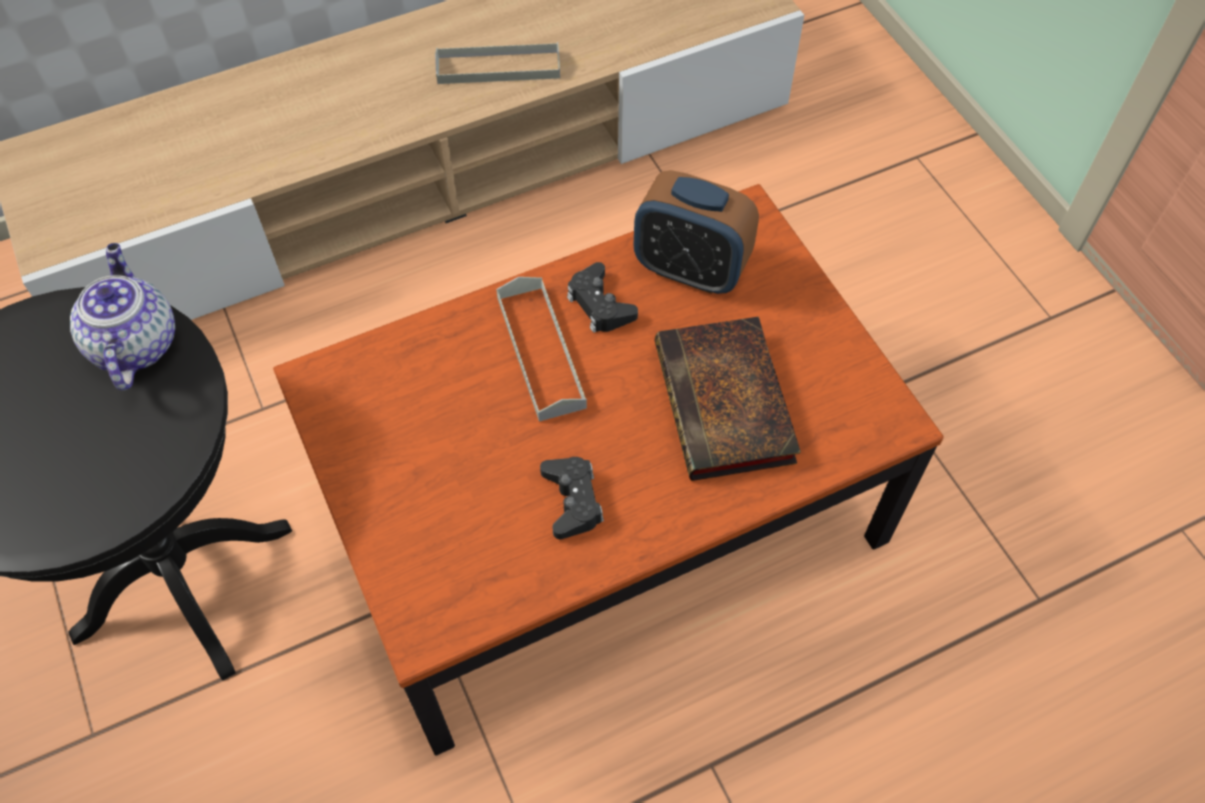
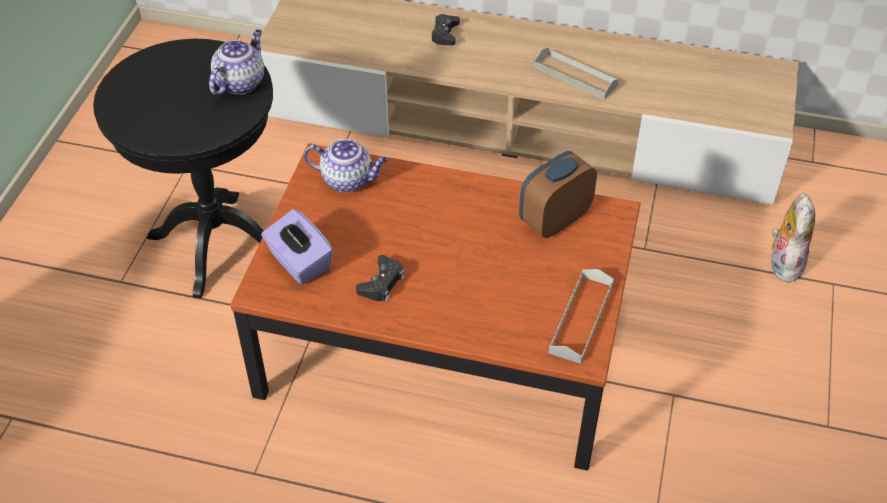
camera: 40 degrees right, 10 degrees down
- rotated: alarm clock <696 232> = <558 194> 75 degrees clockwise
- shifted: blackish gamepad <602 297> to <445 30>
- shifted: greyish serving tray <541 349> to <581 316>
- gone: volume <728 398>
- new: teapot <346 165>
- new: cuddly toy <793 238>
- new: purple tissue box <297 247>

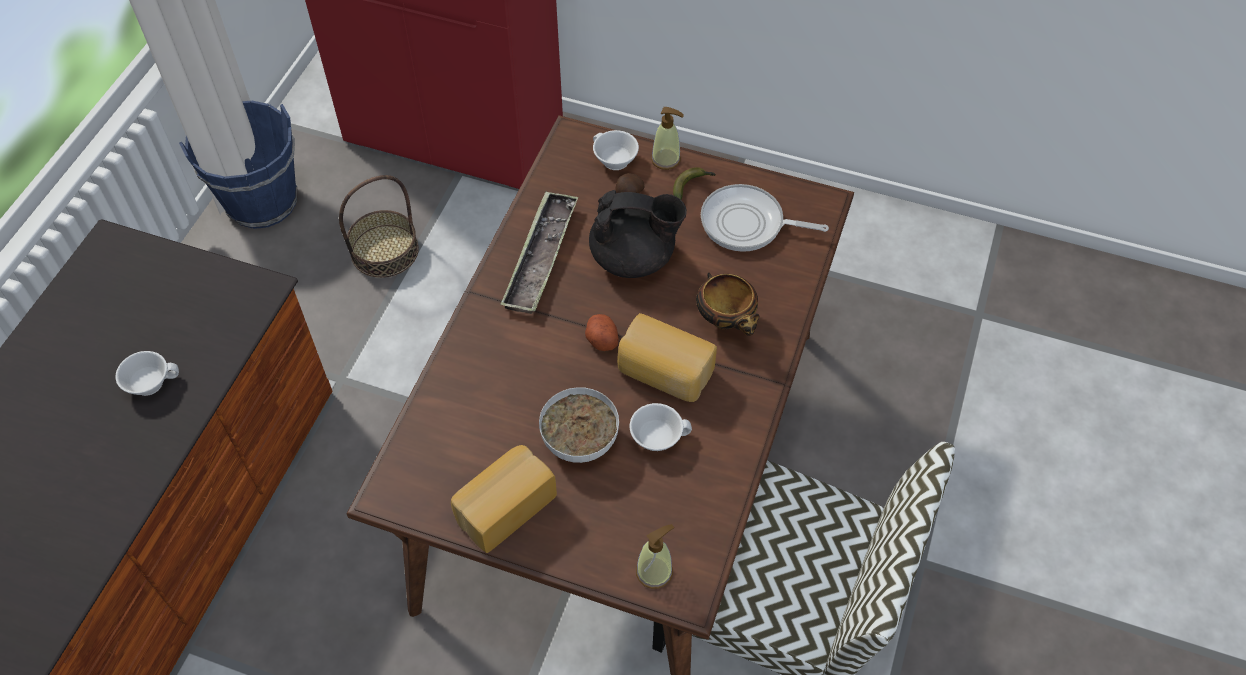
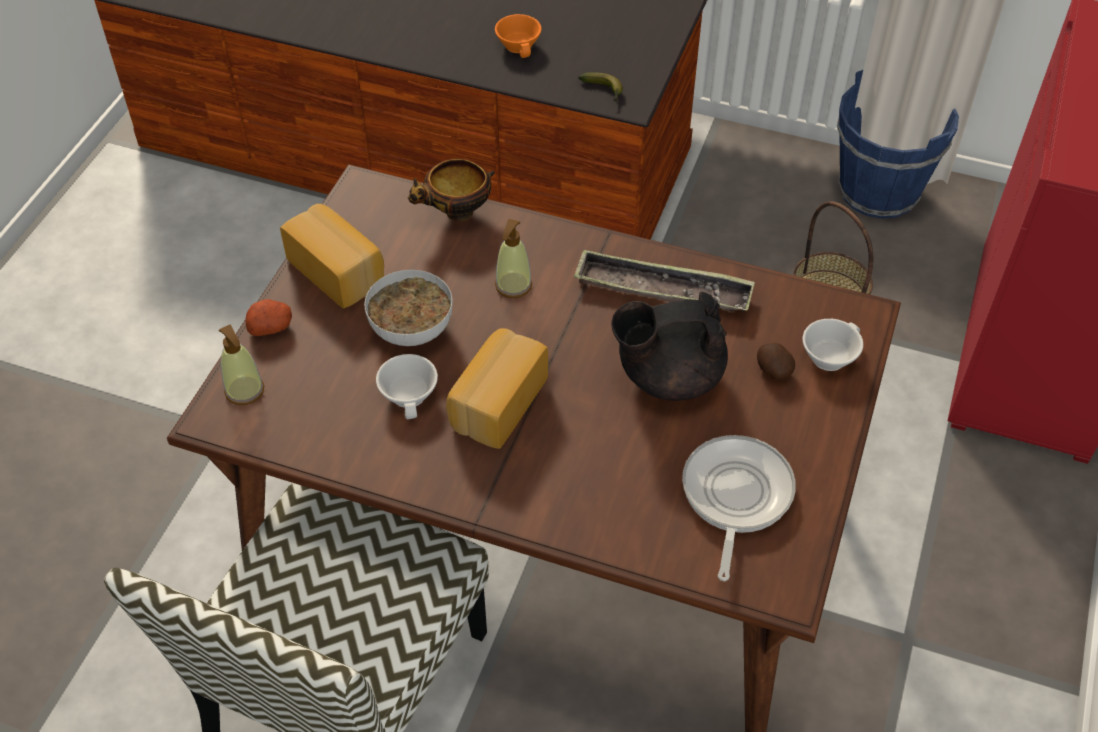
camera: 90 degrees right, 5 degrees down
- shifted: soap dispenser <667 138> to <513 258>
- shifted: whole banana <694 183> to <600 87>
- rotated: blackish teapot <638 234> = <669 346> 75 degrees clockwise
- shifted: bowl <727 304> to <451 190>
- shifted: spud <601 332> to <269 317>
- repainted: white-coloured small cup <147 373> to orange small cup <518 36>

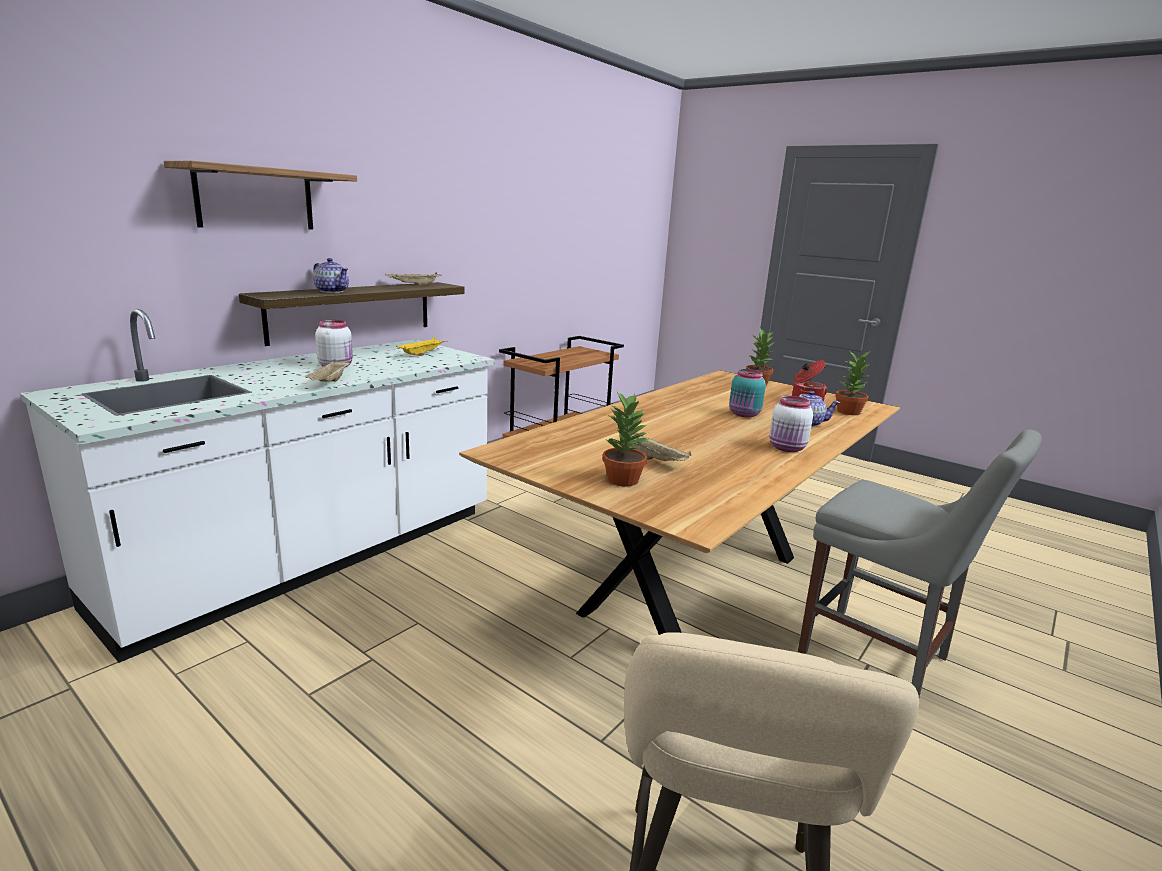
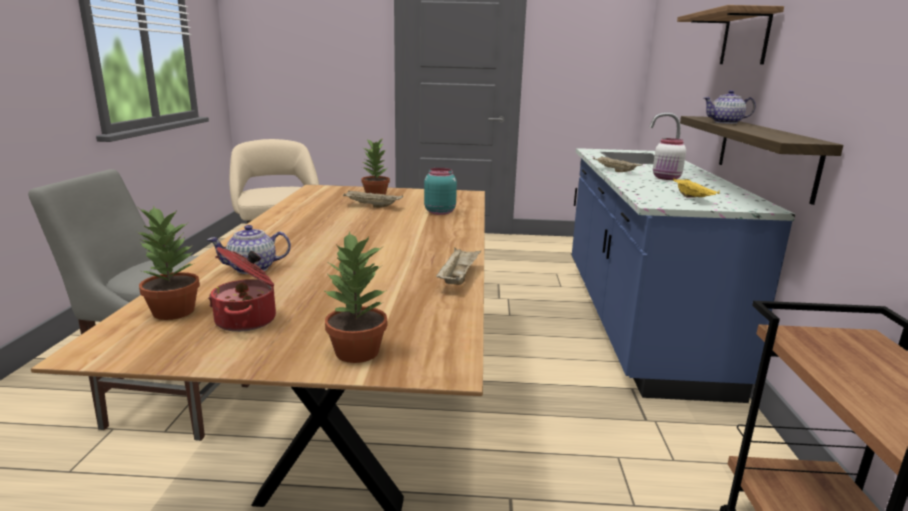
camera: 145 degrees right, 0 degrees up
- shifted: sand-coloured serving tray <413 279> to <458 266>
- repainted: white-coloured kitchen base unit <257 486> to bluish kitchen base unit <683 258>
- shifted: blue-green storage jar <747 393> to <440 191>
- gone: white-coloured storage jar <791 424>

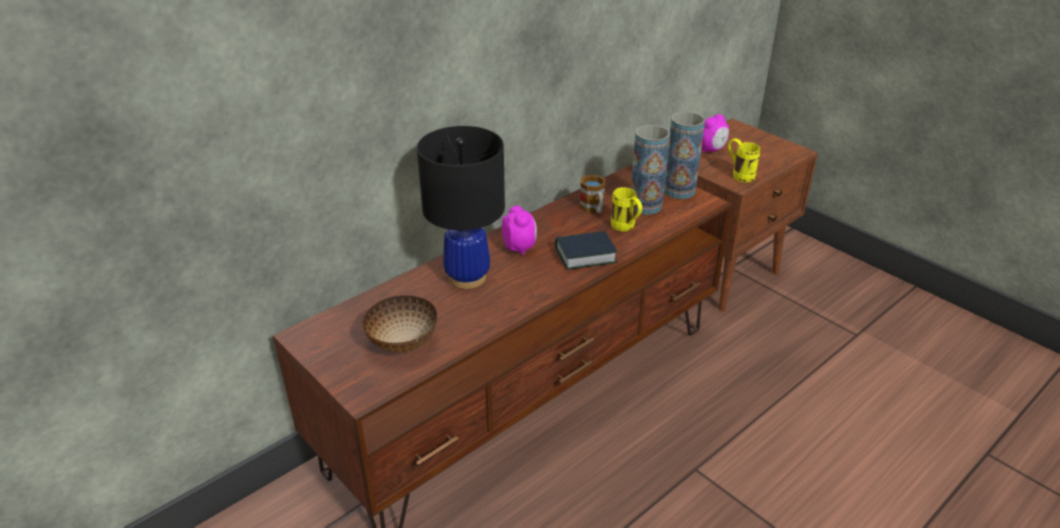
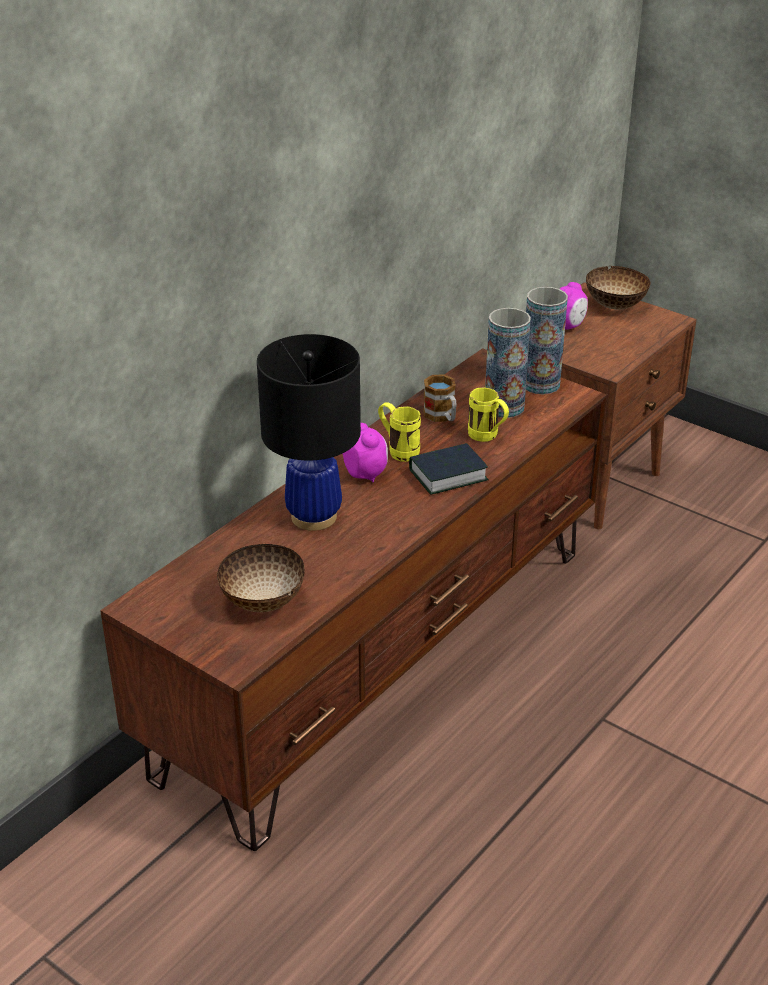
camera: 10 degrees left, 0 degrees up
- shifted: yellow tea mug <744 160> to <399 432>
- new: bowl <618 288>

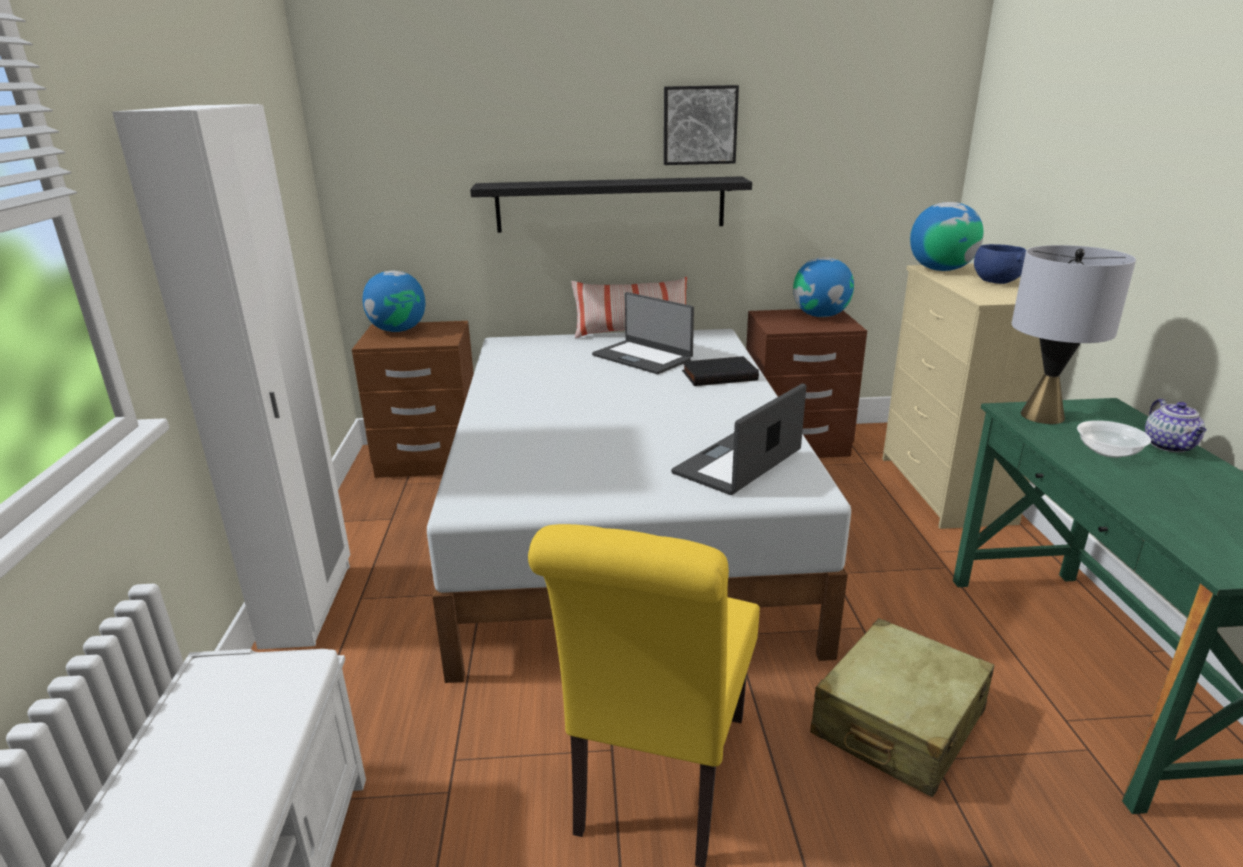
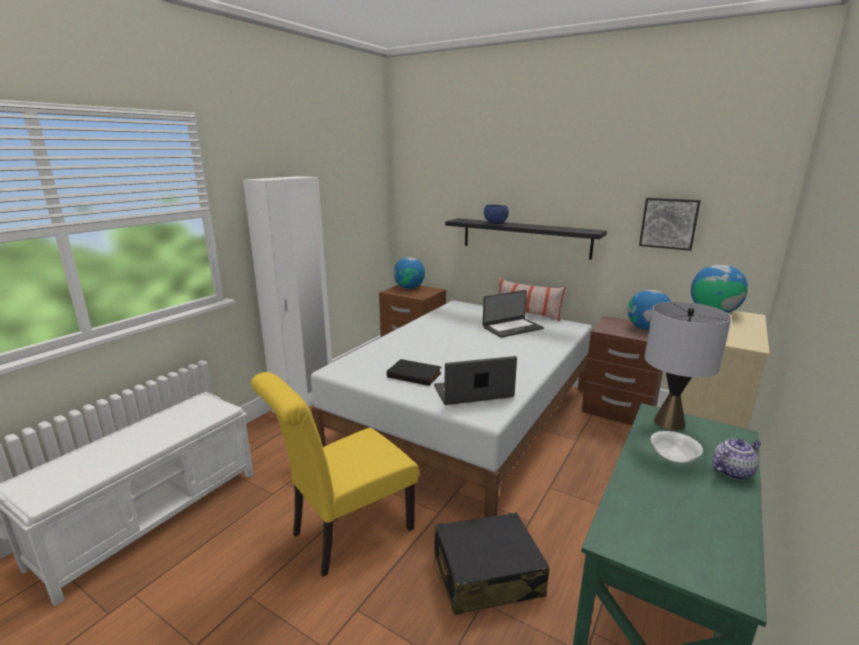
camera: 35 degrees right, 5 degrees down
- shifted: picture <701 125> to <670 224>
- shifted: bluish bowl <1000 264> to <496 214>
- rotated: portable computer <643 333> = <513 314> 105 degrees counterclockwise
- shifted: blackish volume <720 371> to <414 372>
- rotated: teapot <1176 425> = <736 459> 150 degrees counterclockwise
- repainted: sand-coloured piece of luggage <902 707> to blackish piece of luggage <491 563>

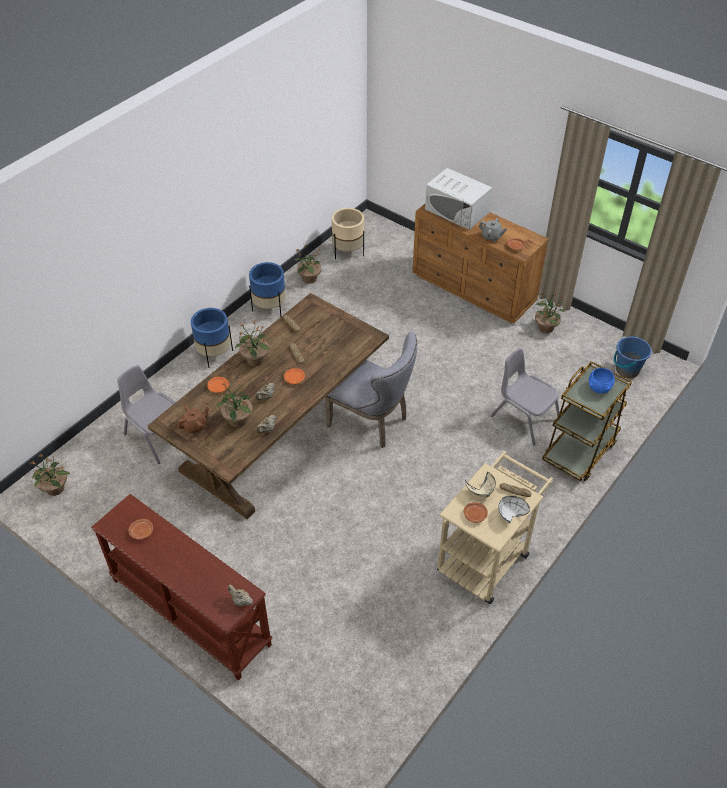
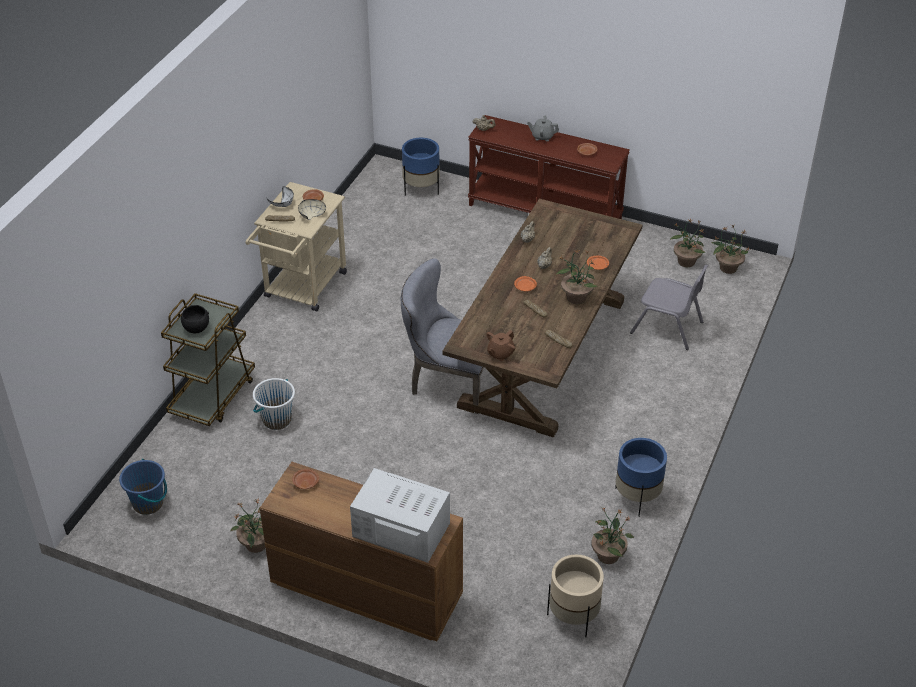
camera: 165 degrees right, 5 degrees down
- shifted: greyish teapot <493 230> to <543 128>
- shifted: bluish plant pot <212 337> to <421 167>
- swapped: greyish chair <525 396> to white-coloured bucket <274 404>
- repainted: bluish bowl <602 381> to blackish bowl <195 319>
- shifted: potted plant <234 403> to <688 242>
- shifted: brownish teapot <193 419> to <501 345>

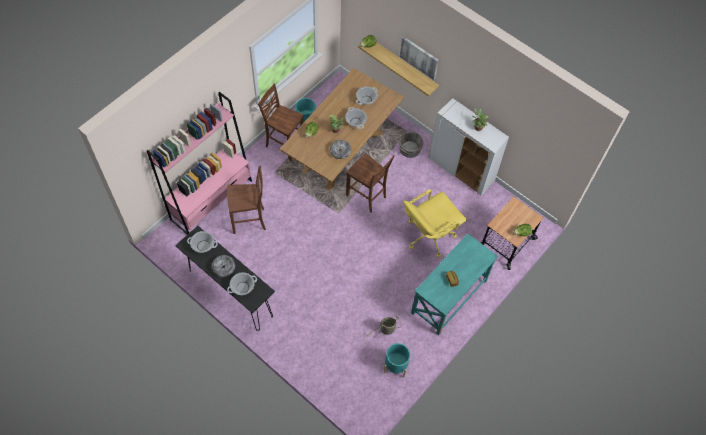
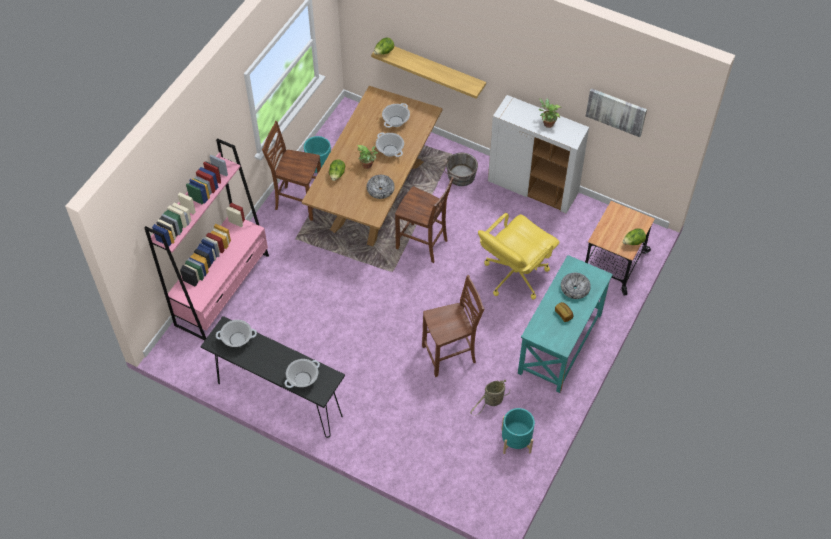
camera: 10 degrees left, 5 degrees down
- shifted: picture <419 58> to <616 112>
- shifted: brownish chair <246 199> to <453 326>
- shifted: bowl <223 266> to <576 286>

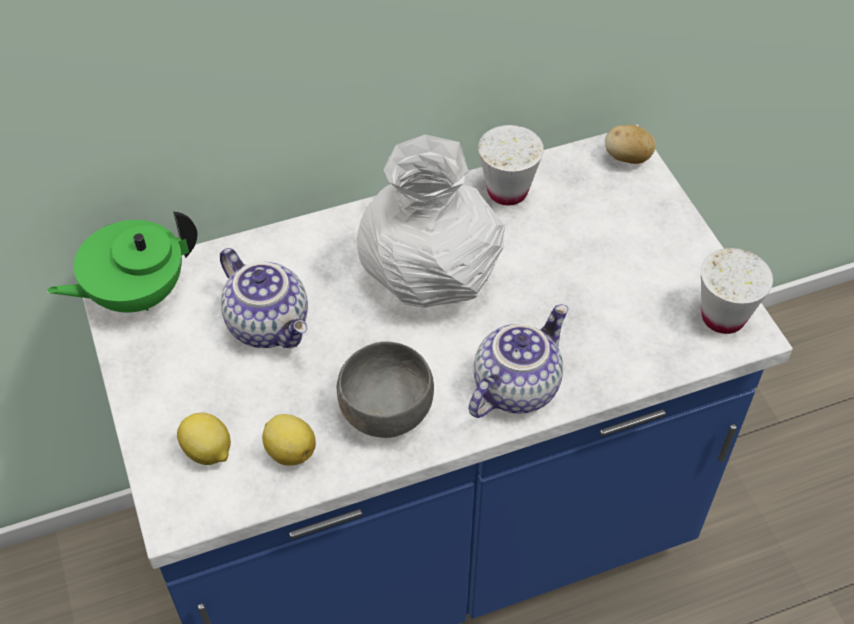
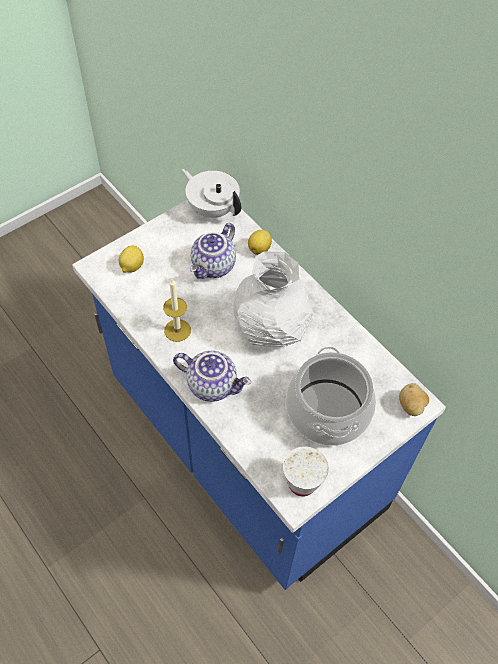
camera: 70 degrees right, 5 degrees up
- gone: white-coloured small cup <511 165>
- repainted: green teapot <122 262> to white-coloured teapot <211 193>
- swapped: greyish bowl <385 390> to candle <177 310>
- shifted: lemon <289 440> to <260 242>
- new: cooking pot <331 396>

